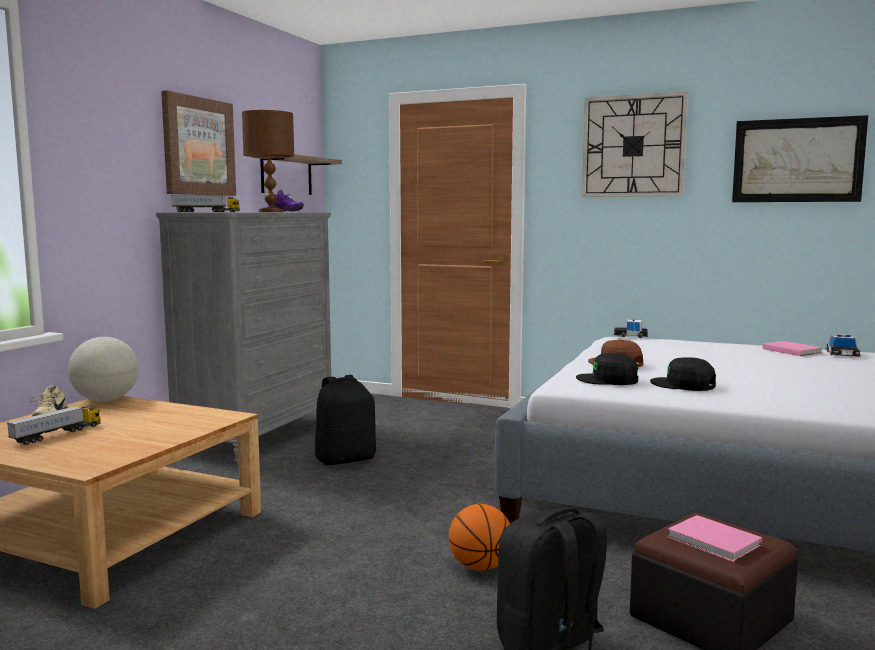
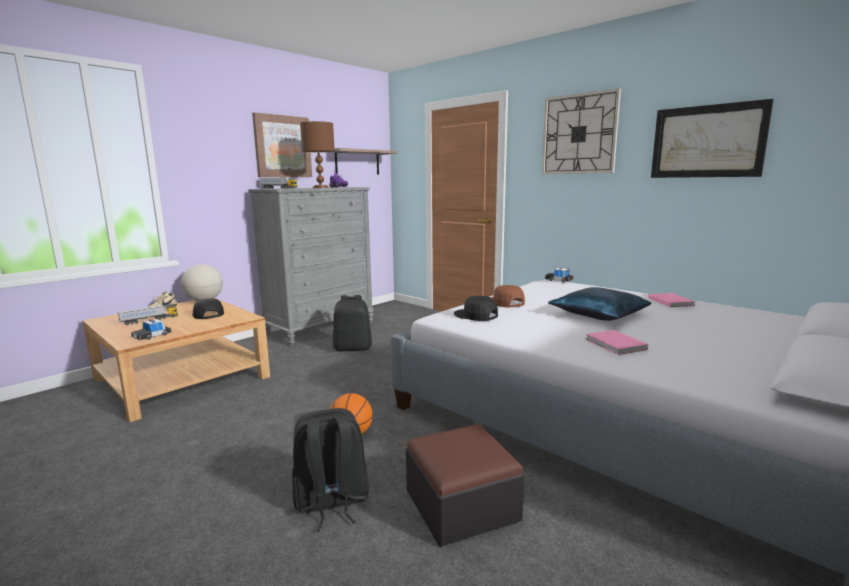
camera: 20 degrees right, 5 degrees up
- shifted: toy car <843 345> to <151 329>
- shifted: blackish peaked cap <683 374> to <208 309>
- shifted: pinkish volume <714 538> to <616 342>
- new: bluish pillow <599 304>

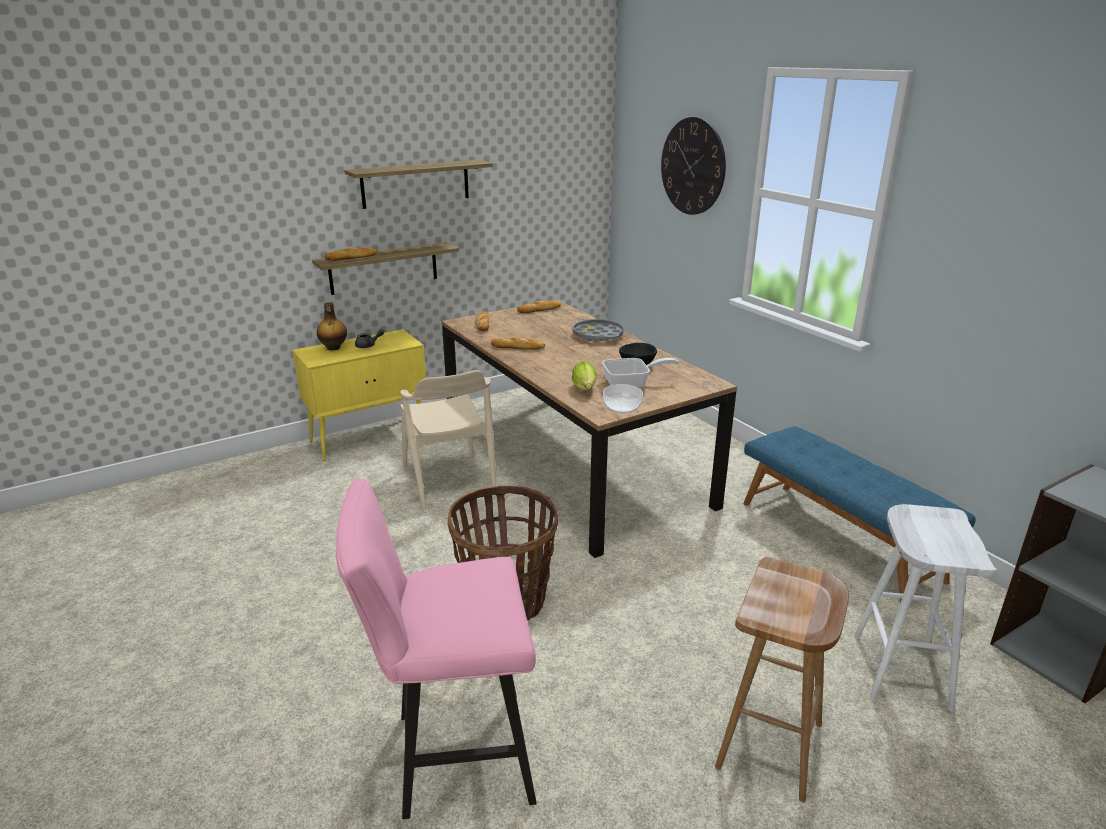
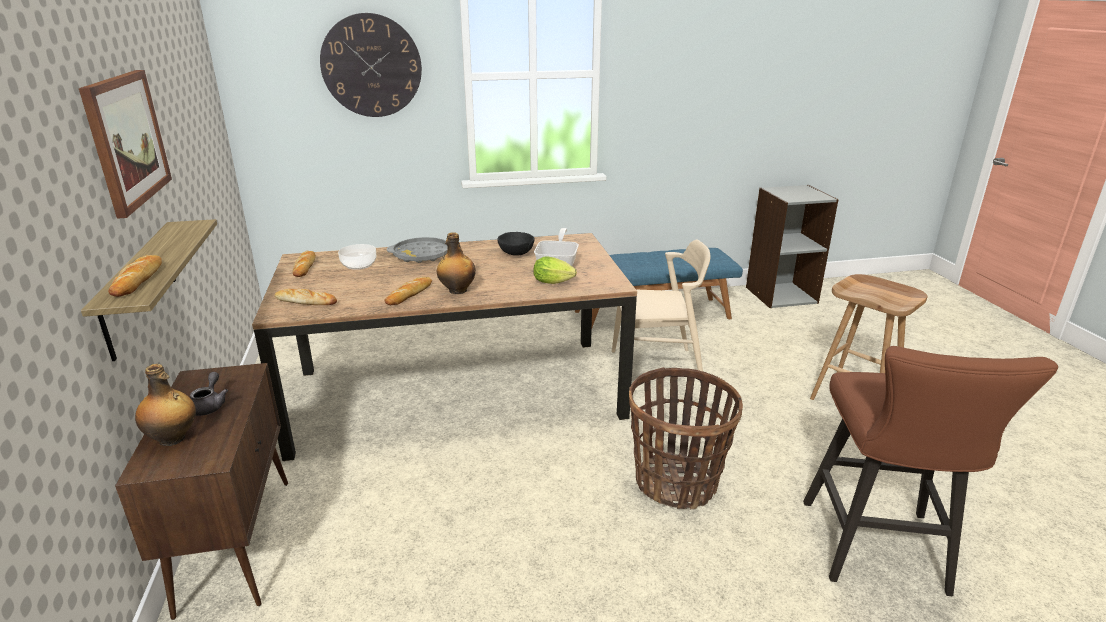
camera: 70 degrees left, 0 degrees up
- swapped: shelf <418 184> to picture <125 144>
- repainted: yellow cabinet <359 395> to brownish cabinet <201 491>
- shifted: sand-coloured chair <448 439> to <661 305>
- shifted: bowl <623 398> to <357 257>
- repainted: pinkish stool seat <436 649> to brownish stool seat <930 471>
- gone: white-coloured stool seat <925 608>
- new: bottle <456 263>

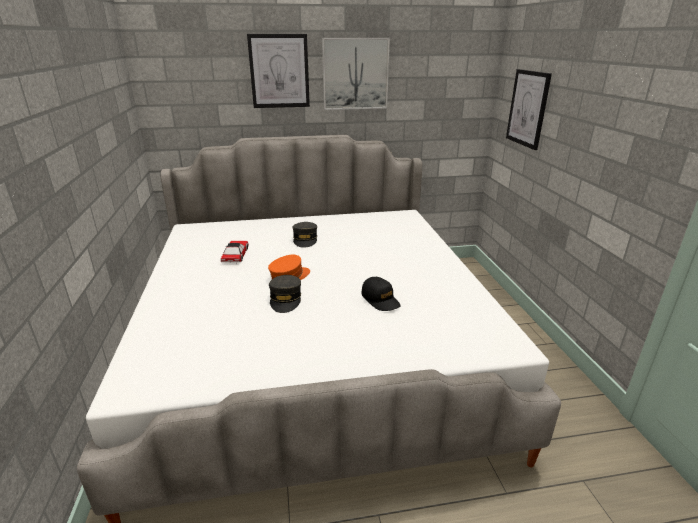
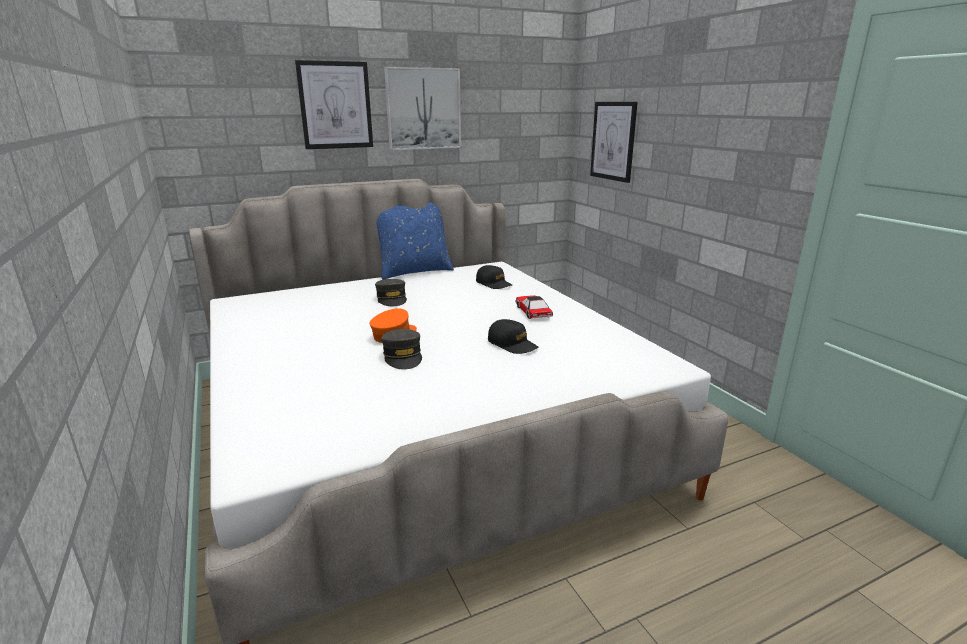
camera: 15 degrees left, 5 degrees down
- shifted: toy car <235 252> to <534 307>
- new: bluish pillow <415 241>
- new: blackish peaked cap <494 277>

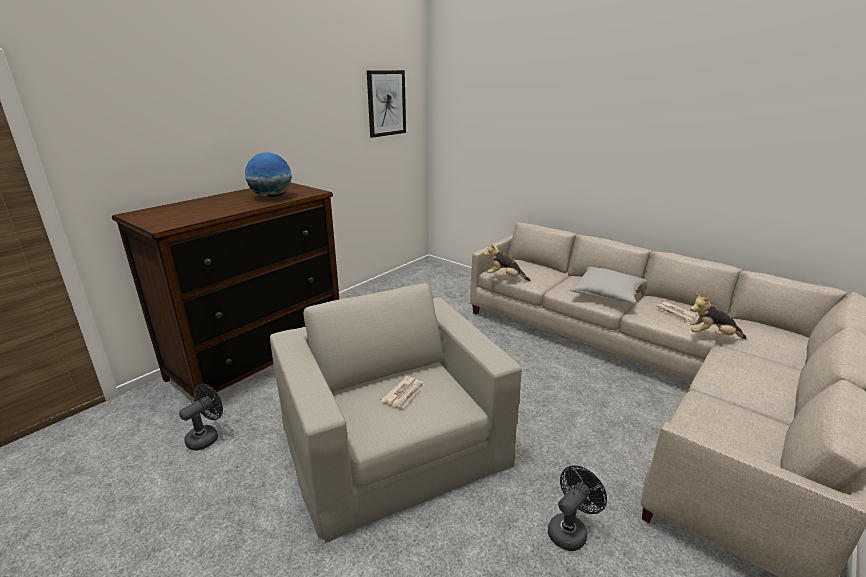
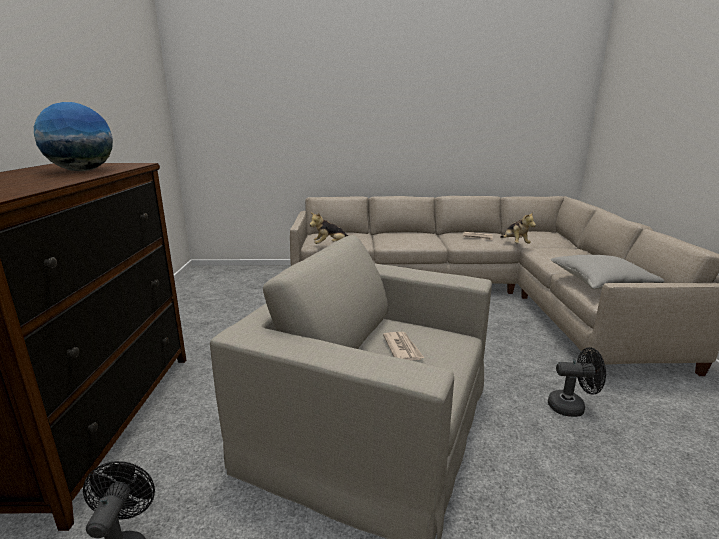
camera: 40 degrees left, 5 degrees down
- gone: picture <386 104>
- shifted: greyish pillow <608 285> to <607 272>
- rotated: cuddly toy <718 316> = <518 228> 75 degrees counterclockwise
- rotated: blackish fan <577 508> = <577 382> 90 degrees clockwise

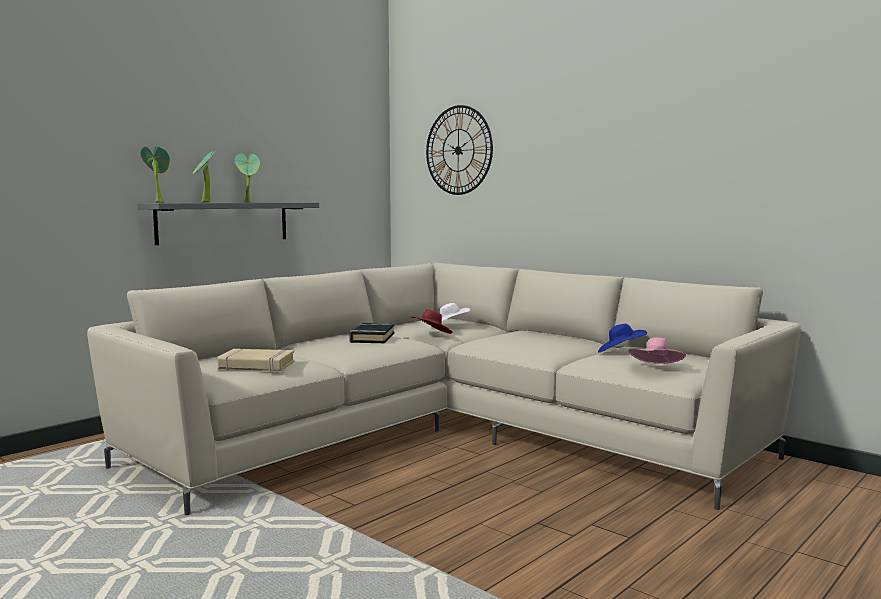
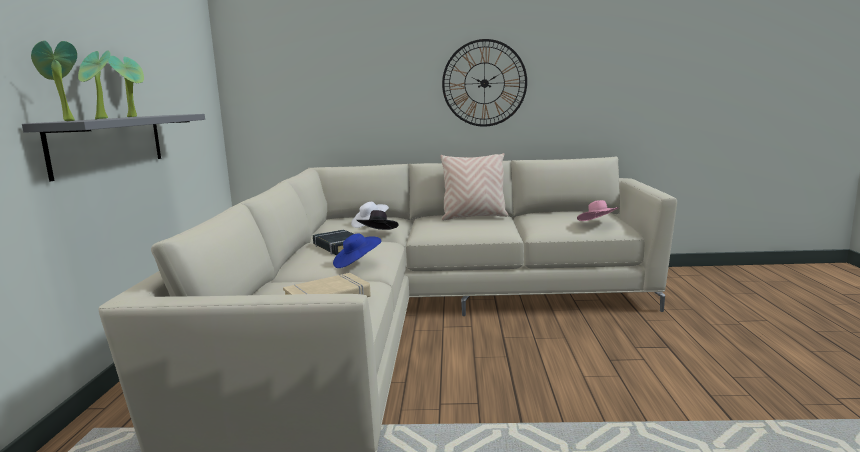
camera: 40 degrees left, 5 degrees up
- shifted: wall clock <459 150> to <484 83>
- repainted: red-coloured hat <430 321> to blackish hat <378 220>
- shifted: bluish hat <622 338> to <357 250>
- new: sand-coloured pillow <474 186>

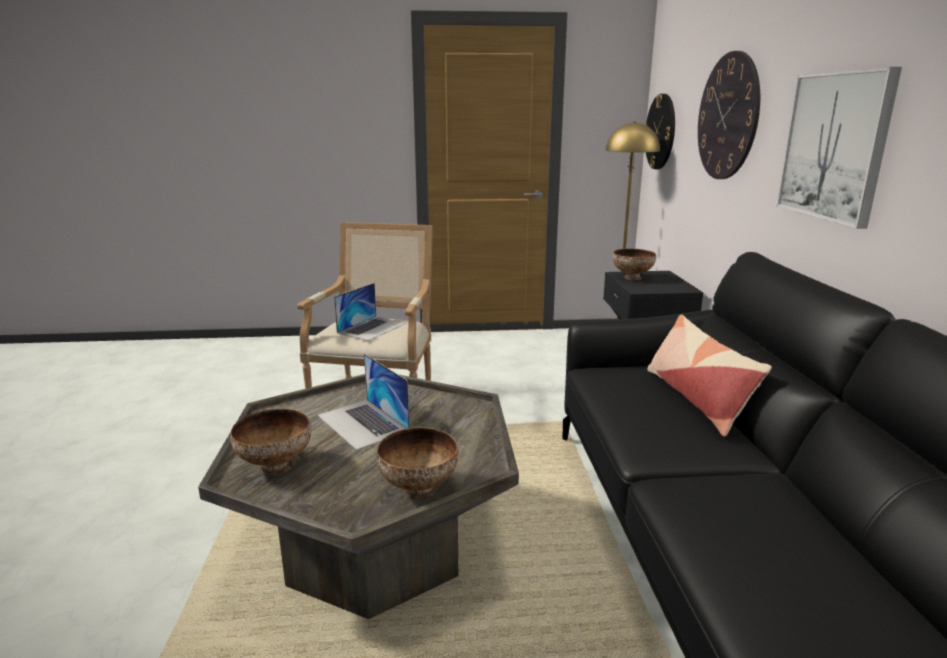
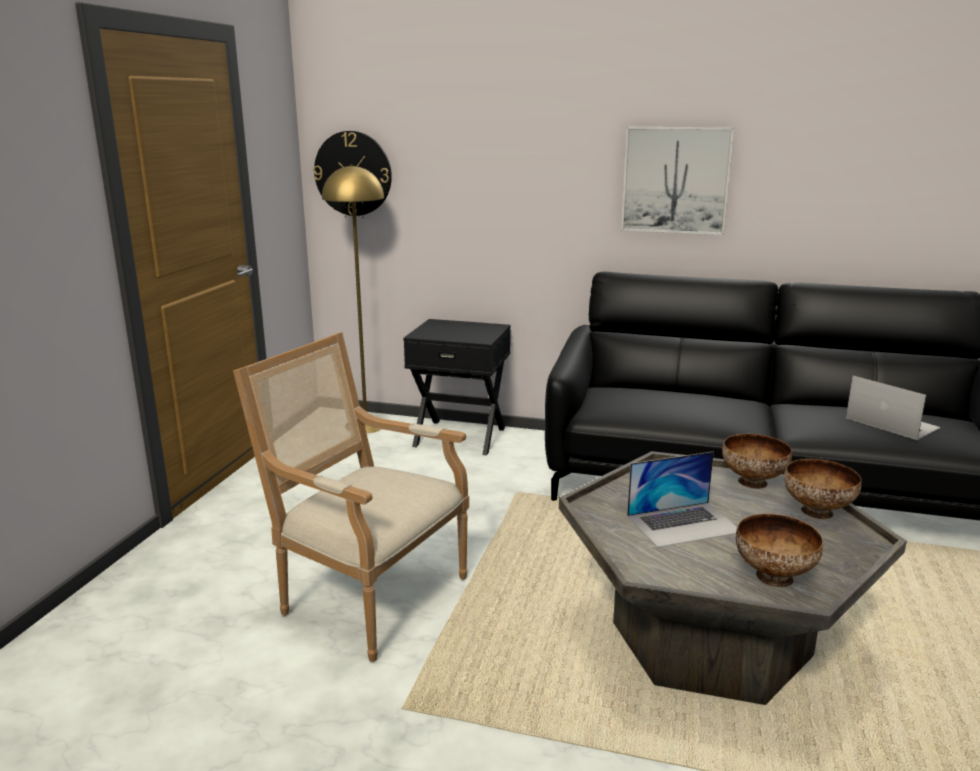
camera: 70 degrees left, 0 degrees up
- gone: wall clock <729 115>
- shifted: bowl <634 264> to <757 461>
- shifted: portable computer <370 312> to <893 407>
- gone: pillow <709 375>

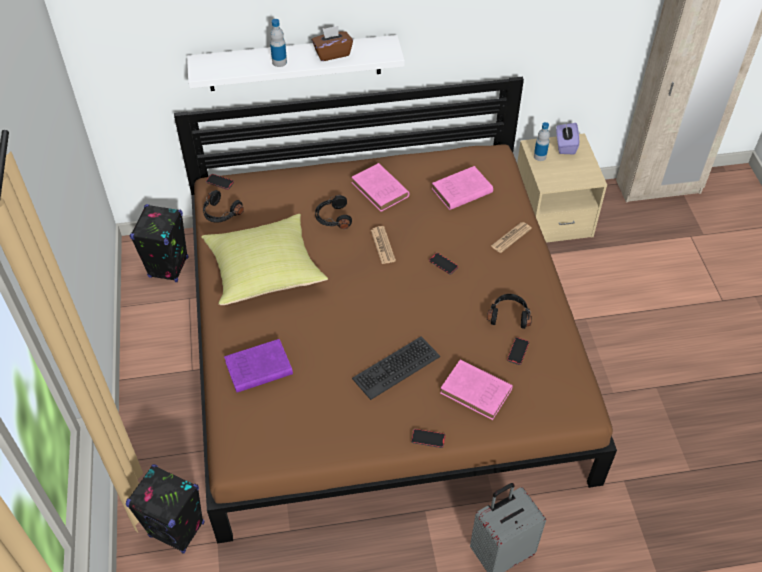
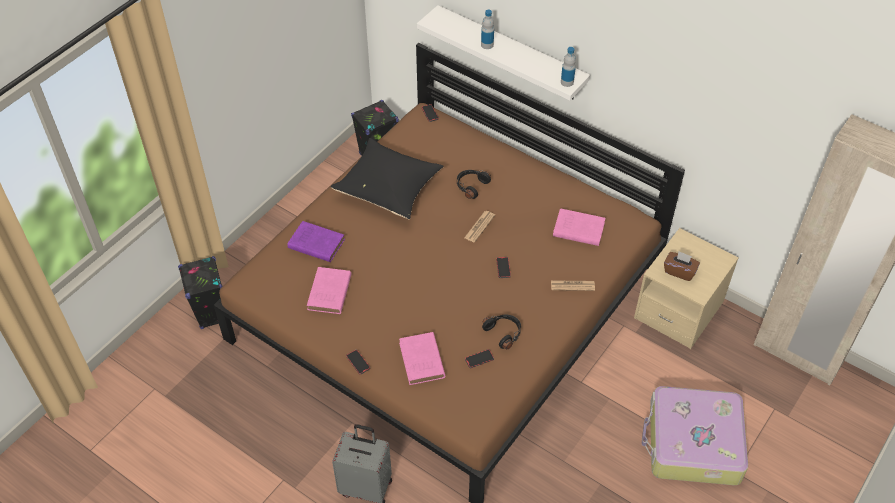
camera: 45 degrees right, 0 degrees up
- shifted: brownish tissue box <332 43> to <682 266>
- shifted: bottle <542 141> to <568 67>
- gone: purple tissue box <567 138>
- shifted: pinkish volume <380 187> to <329 290>
- gone: blackish pair of headphones <223 206>
- repainted: yellow pillow <265 259> to blackish pillow <387 178>
- gone: computer keyboard <396 368>
- new: piece of luggage <695 435>

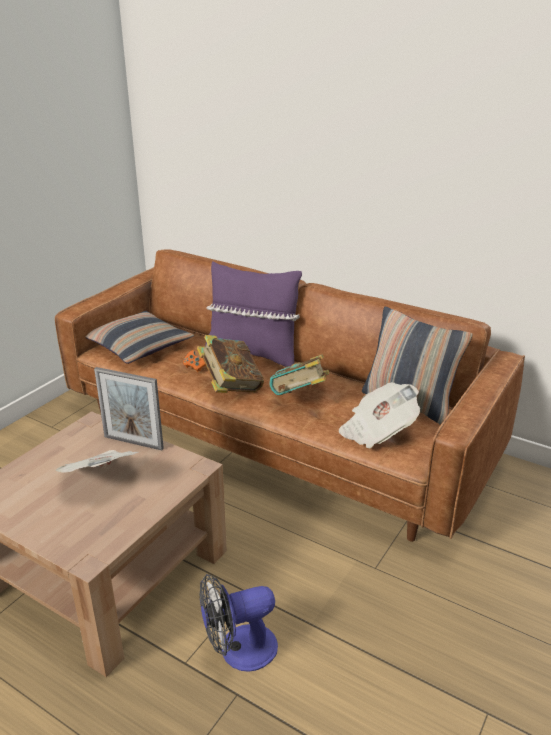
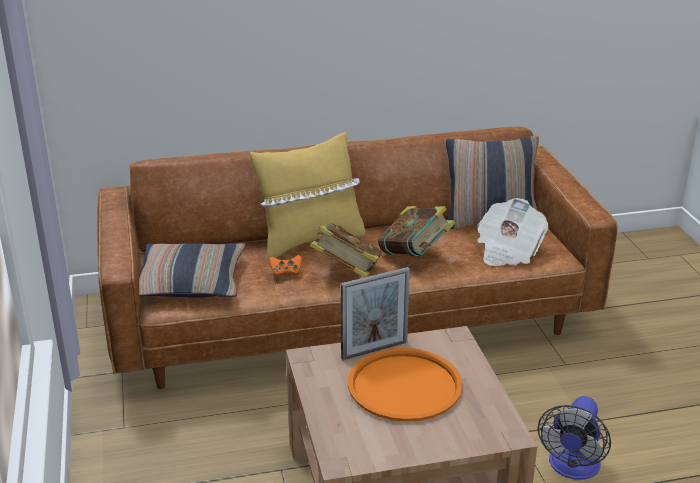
camera: 45 degrees left, 0 degrees up
- repainted: purple pillow <253 314> to yellow pillow <307 196>
- swapped: newspaper <96 461> to orange serving tray <405 385>

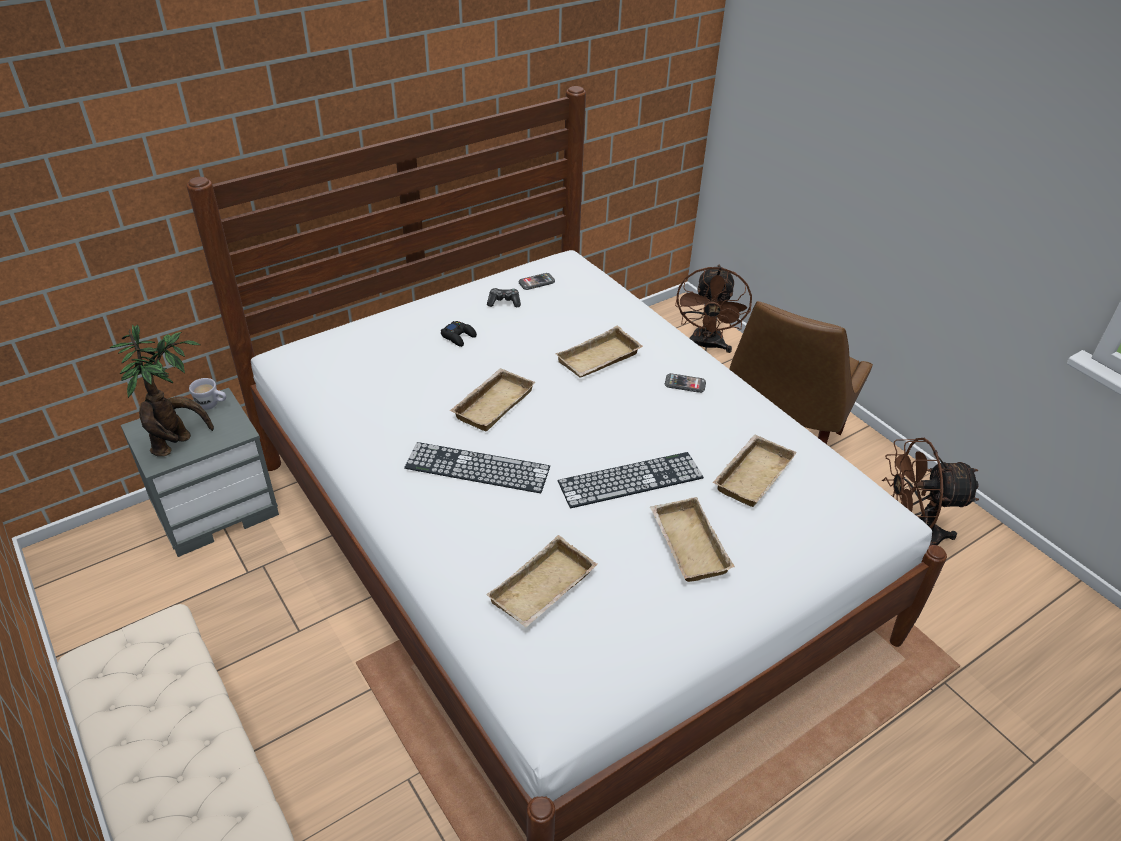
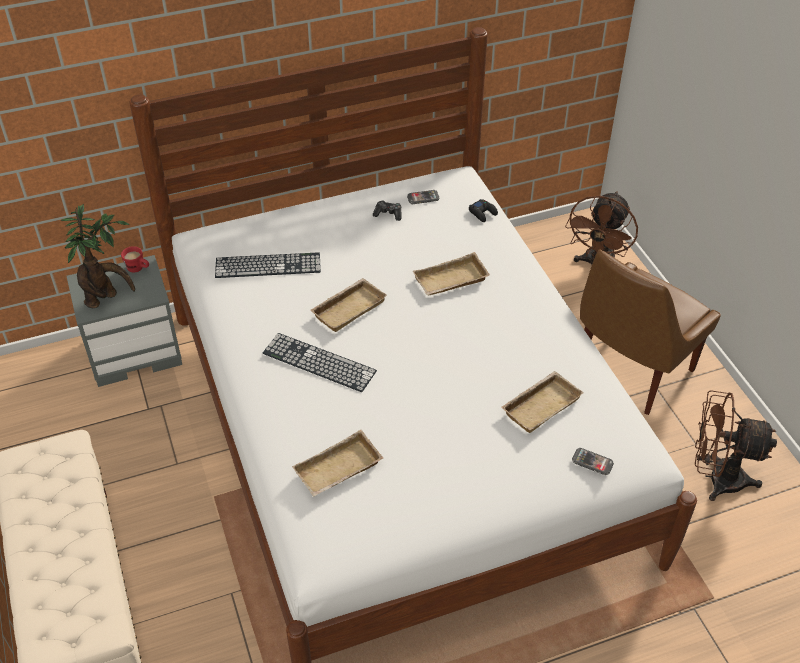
camera: 15 degrees right, 5 degrees up
- shifted: blackish gamepad <459 334> to <483 210>
- shifted: handset <685 383> to <593 461>
- repainted: white-coloured tea mug <207 394> to red-coloured tea mug <135 259>
- shifted: computer keyboard <631 480> to <268 265>
- gone: sand-coloured serving tray <692 539>

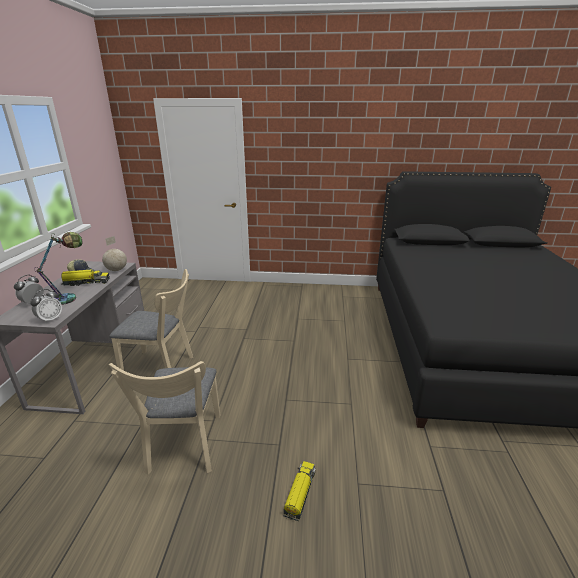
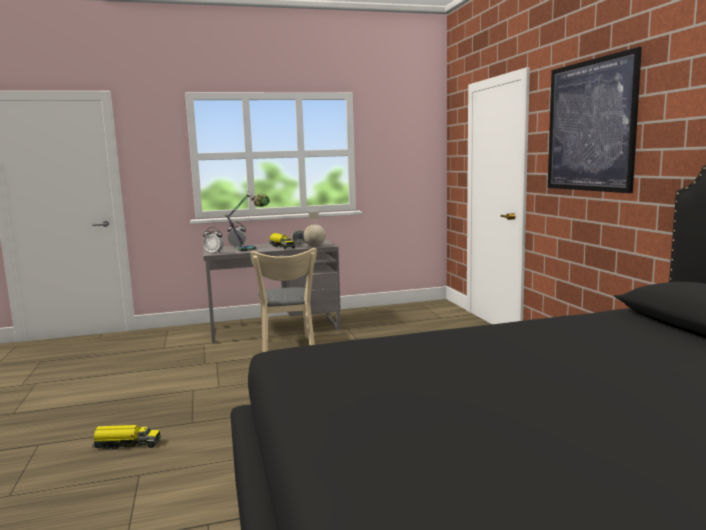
camera: 70 degrees right, 15 degrees down
- gone: sand-coloured chair <164 418>
- new: picture <595 120>

